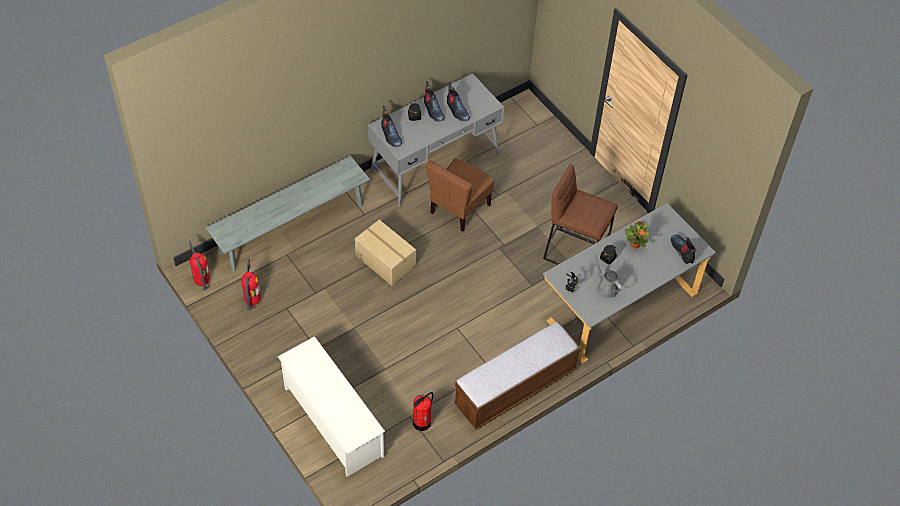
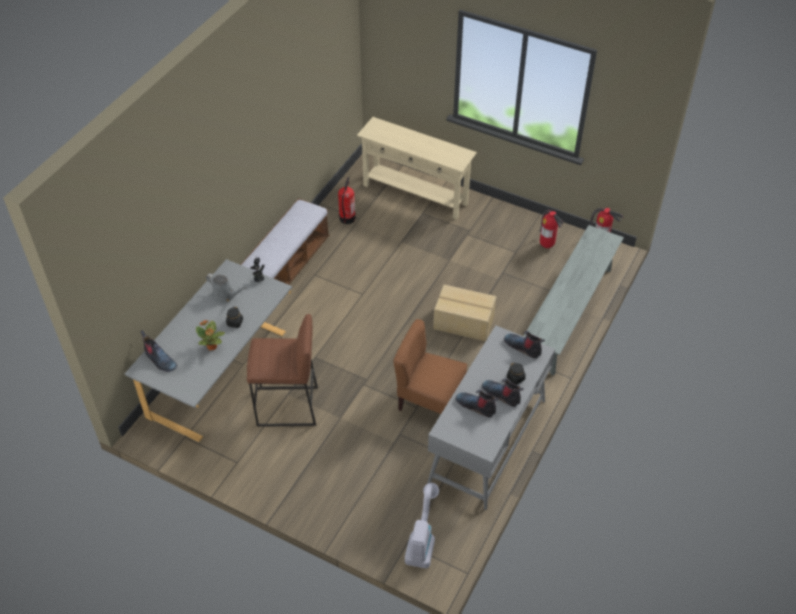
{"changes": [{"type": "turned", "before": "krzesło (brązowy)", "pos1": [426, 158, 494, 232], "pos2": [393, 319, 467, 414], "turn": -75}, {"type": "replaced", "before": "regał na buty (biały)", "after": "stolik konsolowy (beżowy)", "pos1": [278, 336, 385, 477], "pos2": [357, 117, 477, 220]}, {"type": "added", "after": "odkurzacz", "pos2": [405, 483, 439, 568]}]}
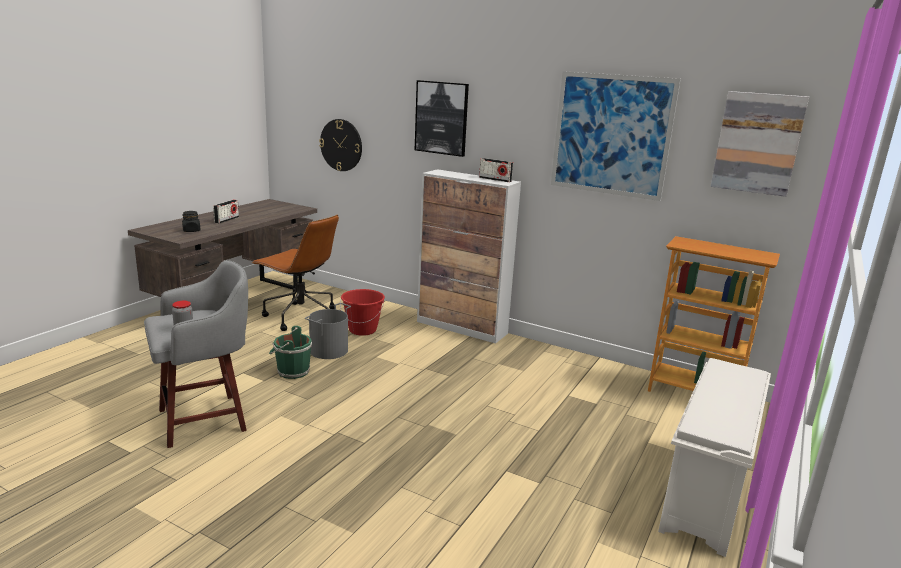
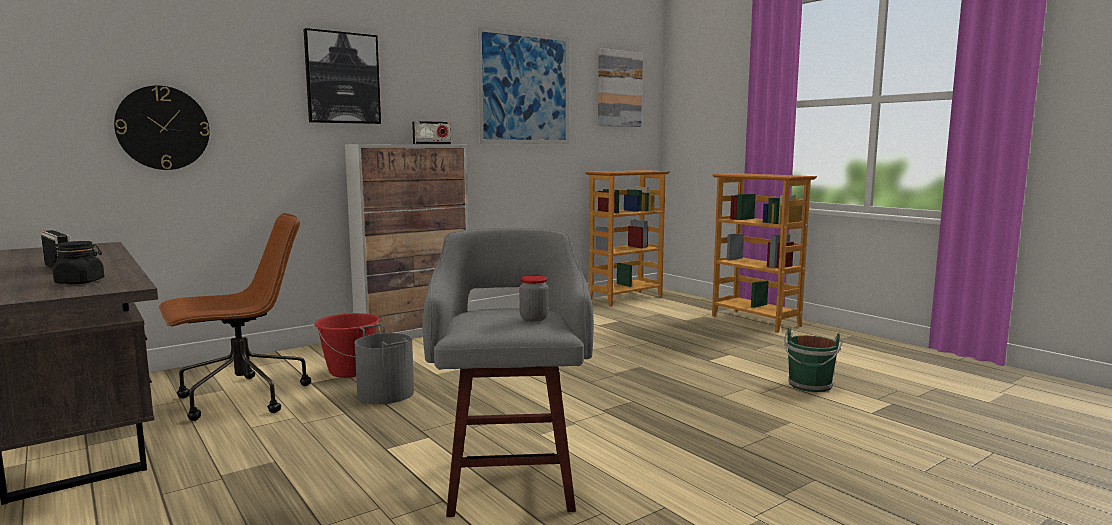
{"changes": [{"type": "moved", "before": "wiadro (zielony)", "pos1": [269, 326, 312, 379], "pos2": [784, 328, 843, 392]}, {"type": "replaced", "before": "regał na buty (biały)", "after": "regał", "pos1": [658, 358, 771, 557], "pos2": [712, 173, 817, 333]}]}
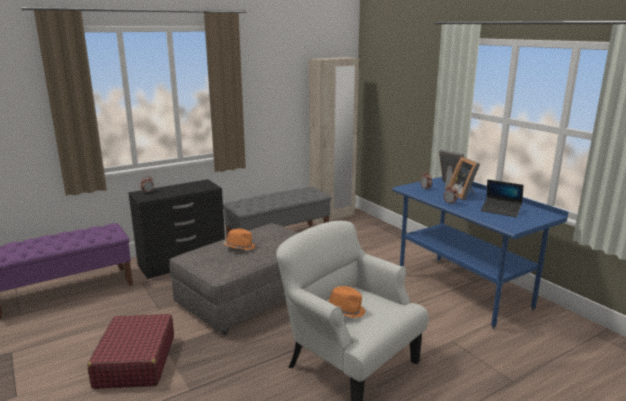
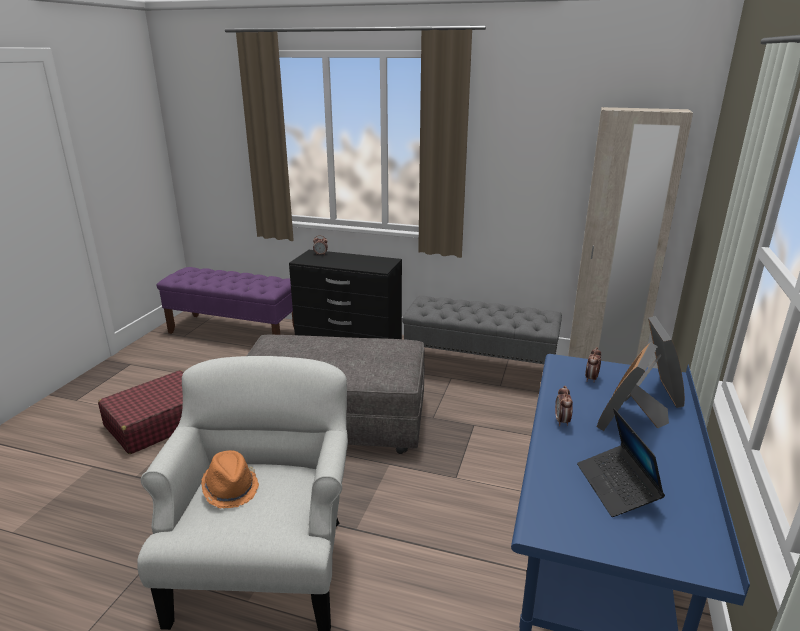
{"changes": [{"type": "removed", "before": "kapelusz (pomarańczowy)", "pos1": [224, 229, 255, 250]}]}
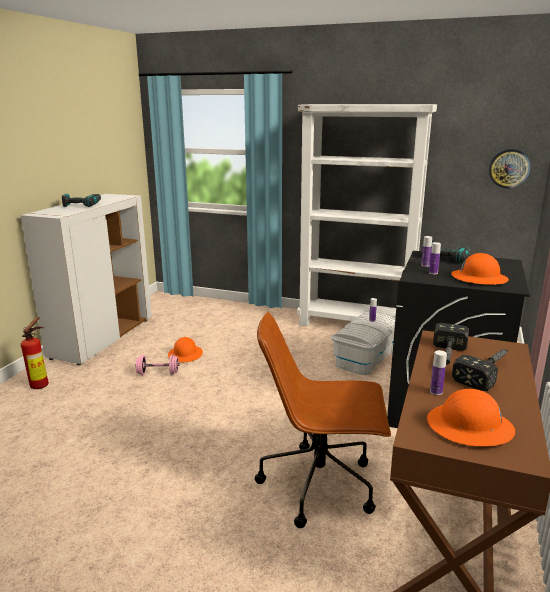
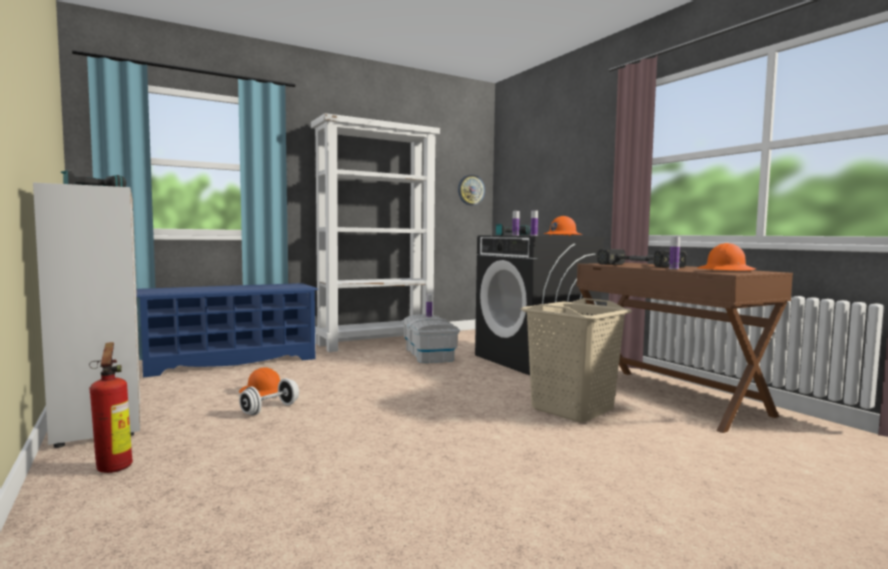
{"changes": [{"type": "replaced", "before": "krzesło biurowe (brązowy)", "after": "kosz na pranie (beżowy)", "pos1": [255, 312, 391, 528], "pos2": [521, 298, 632, 423]}, {"type": "recoloured", "before": "hantel (różowy)", "after": "hantel (biały)", "pos1": [135, 355, 180, 375], "pos2": [239, 378, 299, 415]}, {"type": "added", "after": "regał na buty (niebieski)", "pos2": [136, 283, 318, 377]}]}
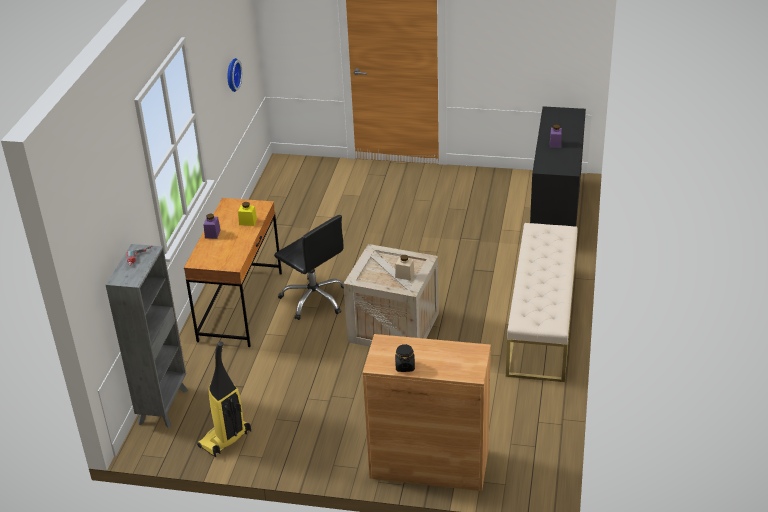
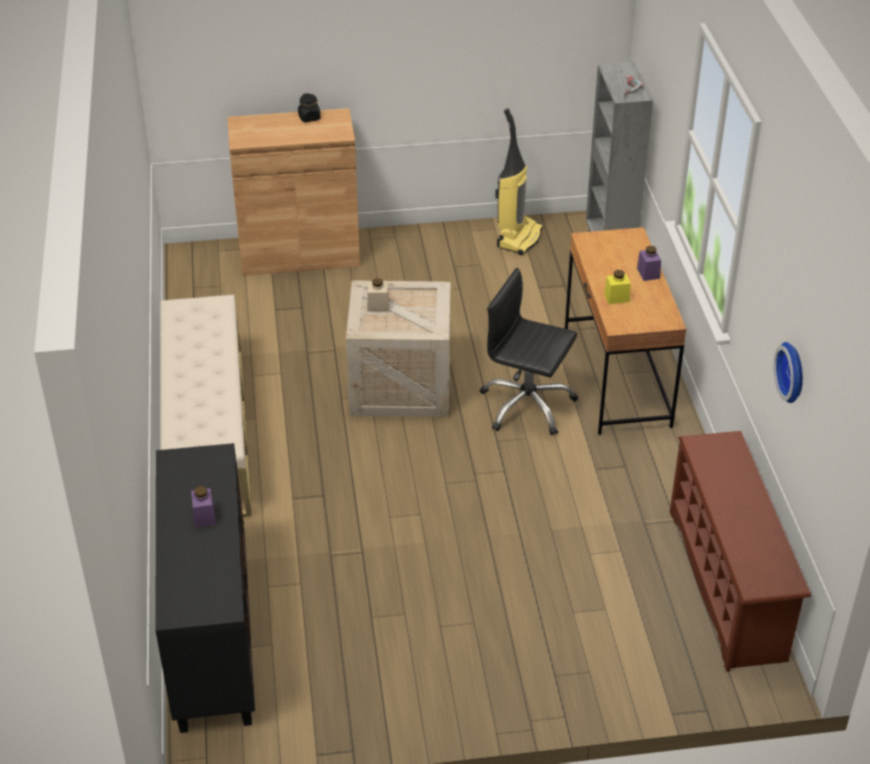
{"changes": [{"type": "added", "after": "regał na buty (brązowy)", "pos2": [670, 431, 811, 672]}]}
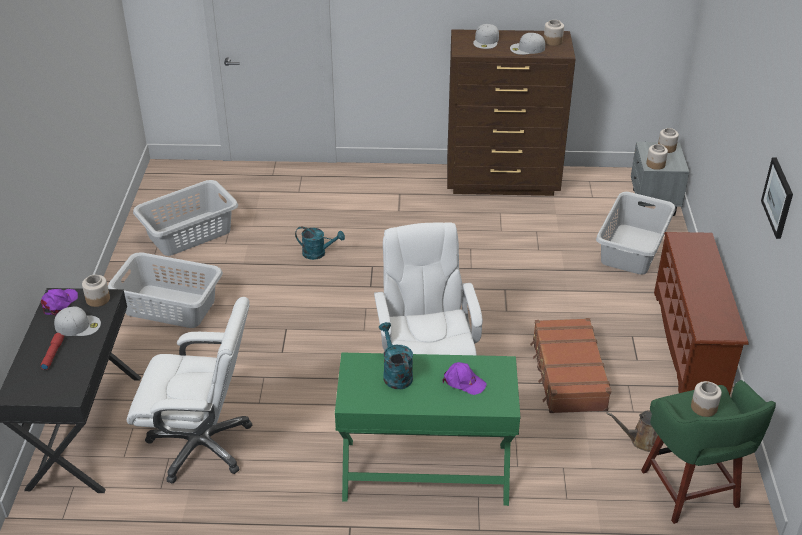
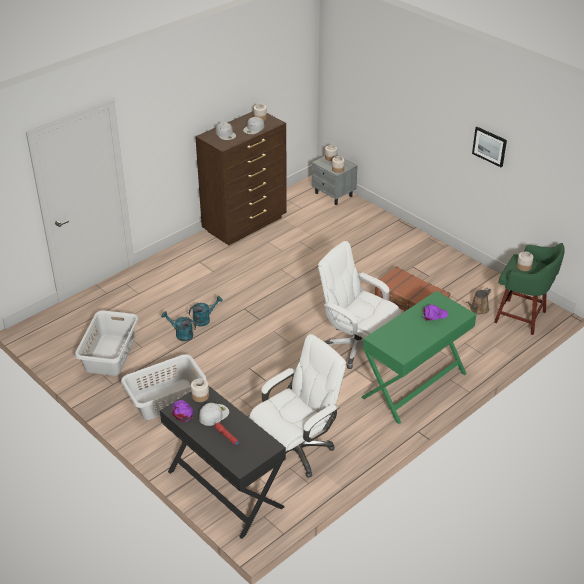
{"changes": [{"type": "removed", "before": "kosz na pranie (szary)", "pos1": [596, 192, 675, 275]}, {"type": "removed", "before": "regał na buty (brązowy)", "pos1": [654, 232, 749, 395]}, {"type": "moved", "before": "konewka (turkusowy)", "pos1": [379, 322, 413, 389], "pos2": [161, 311, 196, 341]}]}
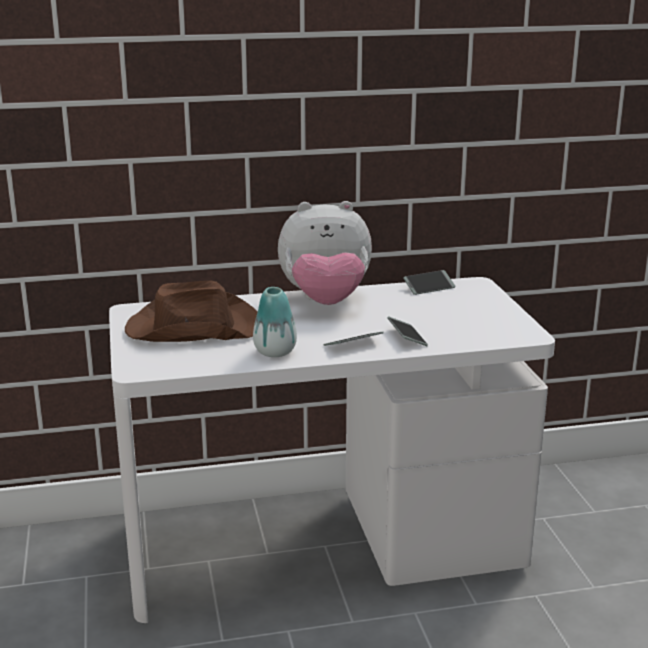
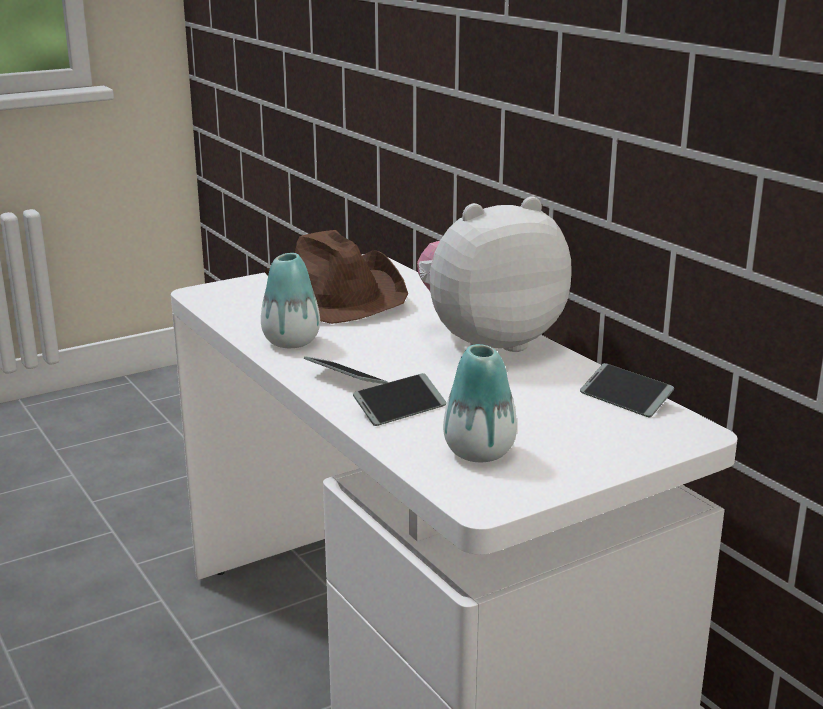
{"changes": [{"type": "turned", "before": "pluszak", "pos1": [278, 201, 372, 305], "pos2": [417, 196, 572, 352], "turn": 90}, {"type": "added", "after": "wazon", "pos2": [443, 344, 517, 462]}]}
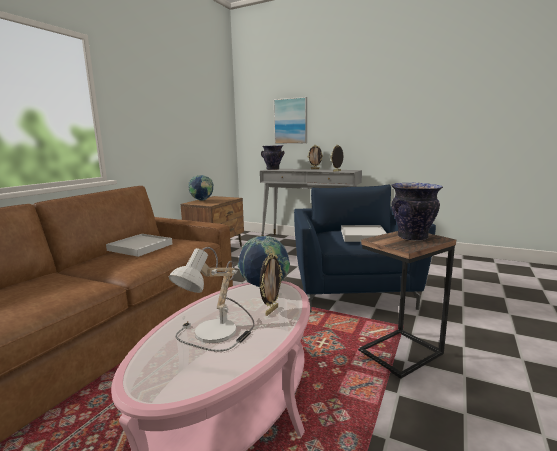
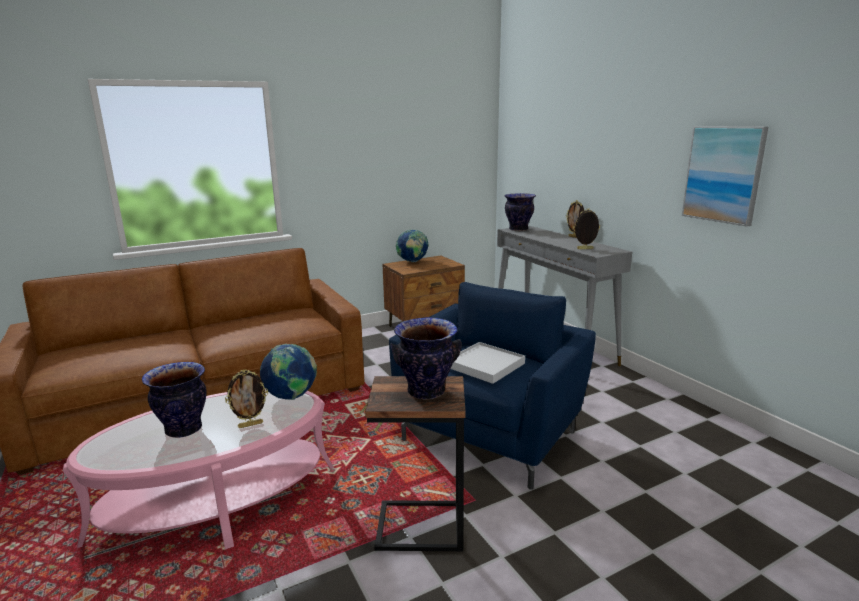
{"changes": [{"type": "moved", "before": "obraz", "pos1": [274, 97, 307, 144], "pos2": [682, 126, 768, 227]}, {"type": "removed", "before": "taca (biały)", "pos1": [106, 234, 172, 257]}, {"type": "replaced", "before": "lampa stołowa", "after": "wazon", "pos1": [169, 247, 255, 352], "pos2": [142, 362, 206, 438]}]}
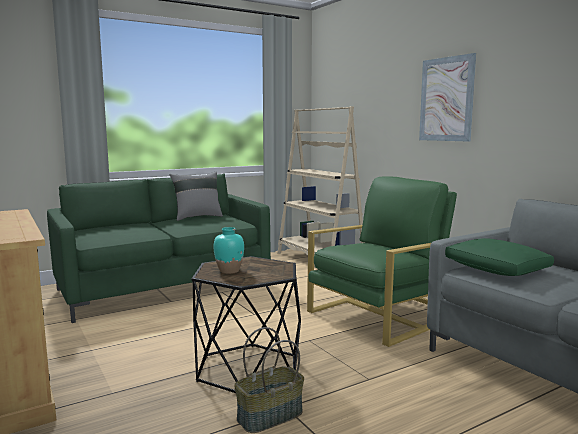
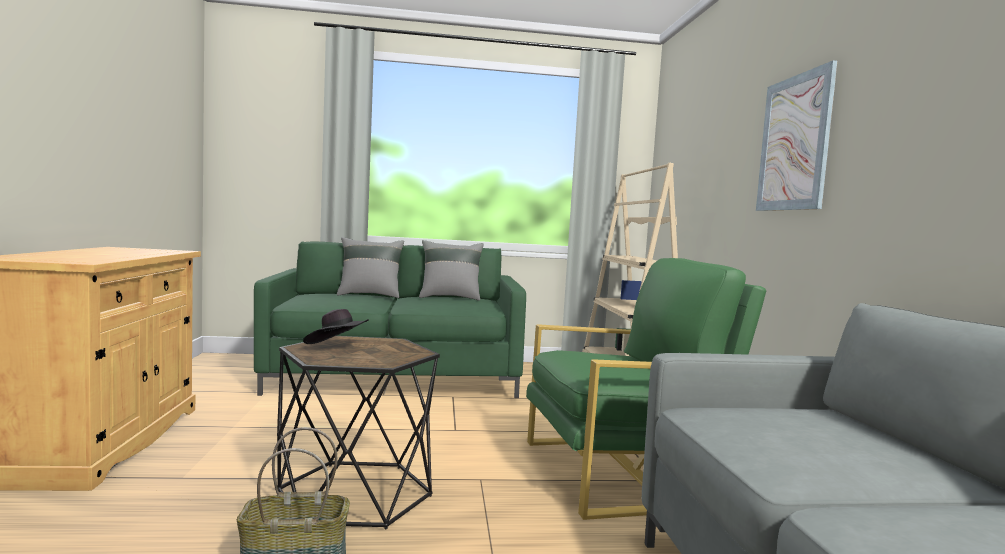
{"changes": [{"type": "replaced", "before": "wazon (turkusowy)", "after": "kapelusz (czarny)", "pos1": [213, 227, 244, 274], "pos2": [303, 309, 368, 344]}, {"type": "removed", "before": "poduszka (zielony)", "pos1": [445, 238, 554, 276]}, {"type": "added", "after": "poduszka (szary)", "pos2": [337, 237, 404, 298]}]}
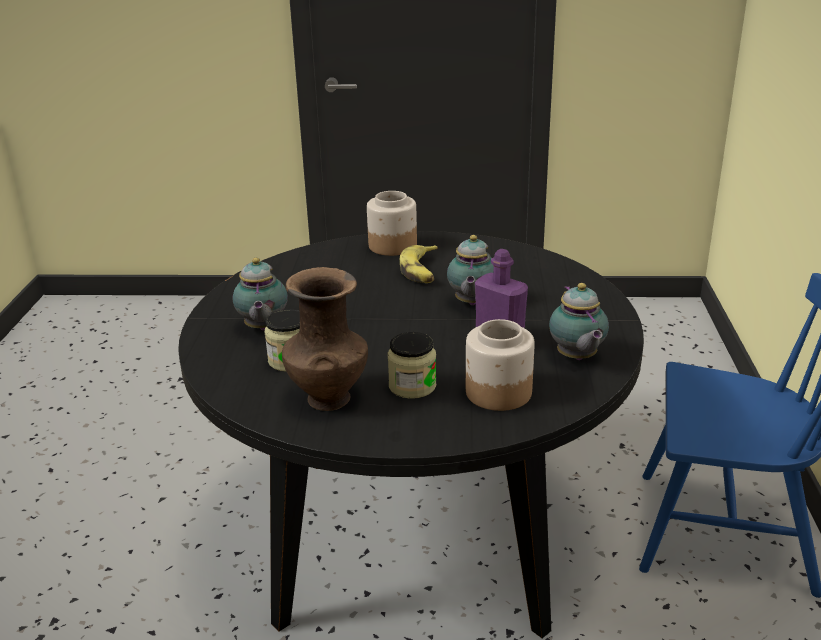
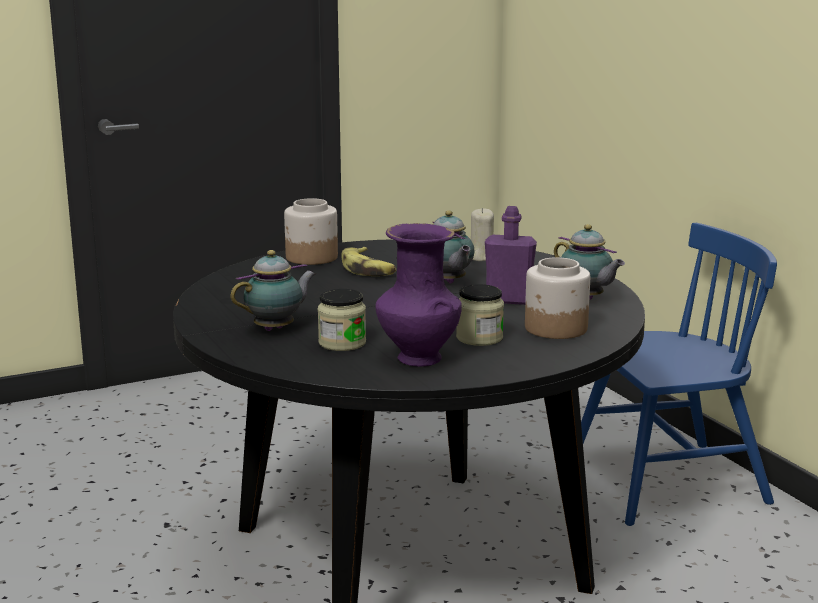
{"changes": [{"type": "turned", "before": "imbryk", "pos1": [233, 258, 288, 330], "pos2": [231, 250, 316, 331], "turn": -90}, {"type": "recoloured", "before": "wazon (brązowy)", "after": "wazon (fioletowy)", "pos1": [282, 267, 368, 411], "pos2": [375, 223, 462, 367]}, {"type": "added", "after": "świeca (beżowy)", "pos2": [471, 208, 494, 261]}]}
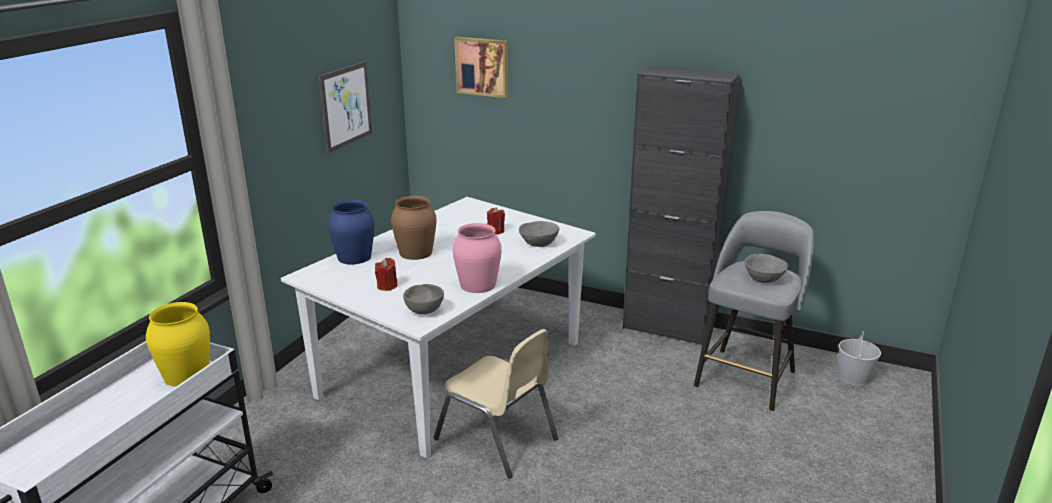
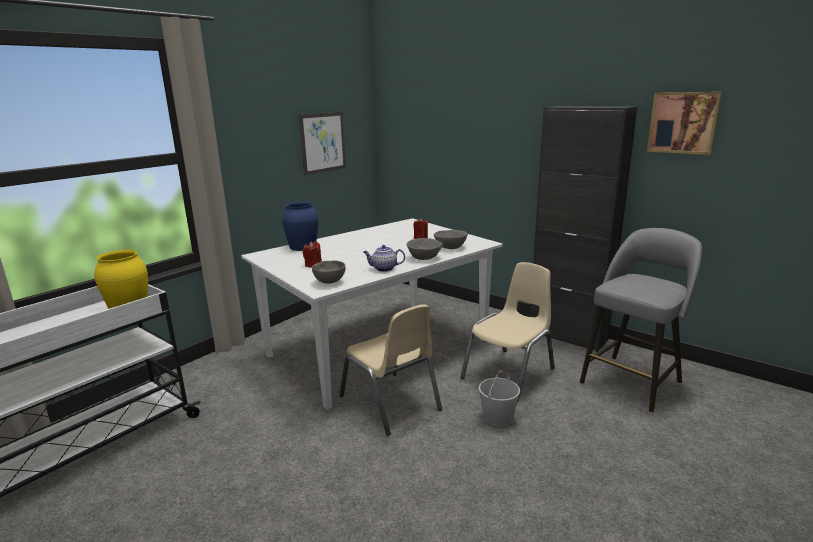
{"changes": [{"type": "moved", "before": "obraz", "pos1": [454, 37, 508, 98], "pos2": [647, 92, 722, 155]}, {"type": "removed", "before": "wazon (brązowy)", "pos1": [391, 196, 436, 260]}, {"type": "replaced", "before": "wazon (różowy)", "after": "imbryk", "pos1": [453, 223, 502, 293], "pos2": [363, 245, 405, 272]}, {"type": "moved", "before": "miska (szary)", "pos1": [745, 254, 788, 283], "pos2": [407, 238, 443, 260]}, {"type": "moved", "before": "wiadro (biały)", "pos1": [838, 331, 881, 385], "pos2": [479, 370, 520, 427]}, {"type": "added", "after": "krzesło (beżowy)", "pos2": [461, 262, 555, 402]}]}
